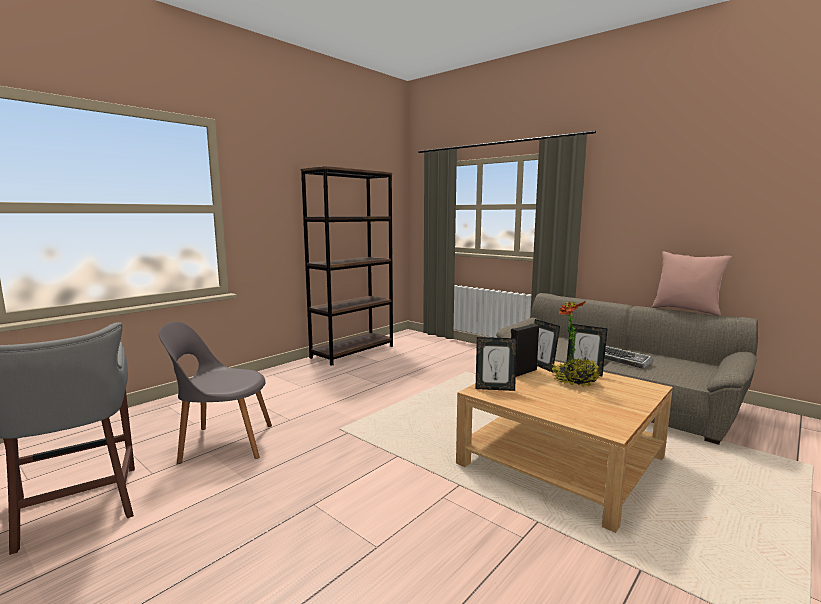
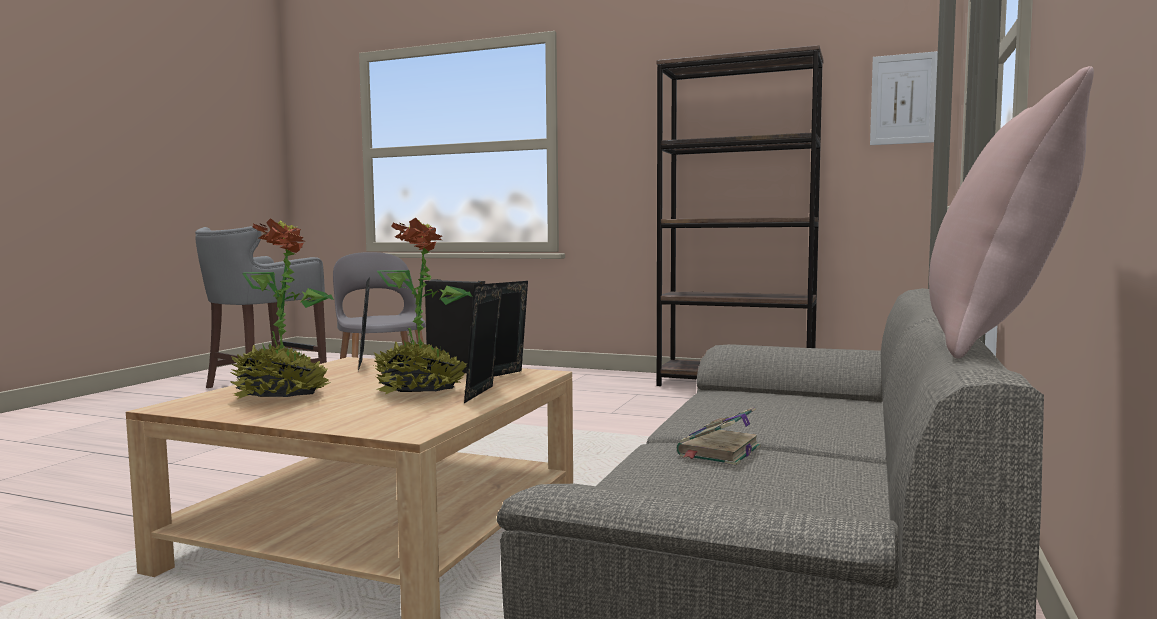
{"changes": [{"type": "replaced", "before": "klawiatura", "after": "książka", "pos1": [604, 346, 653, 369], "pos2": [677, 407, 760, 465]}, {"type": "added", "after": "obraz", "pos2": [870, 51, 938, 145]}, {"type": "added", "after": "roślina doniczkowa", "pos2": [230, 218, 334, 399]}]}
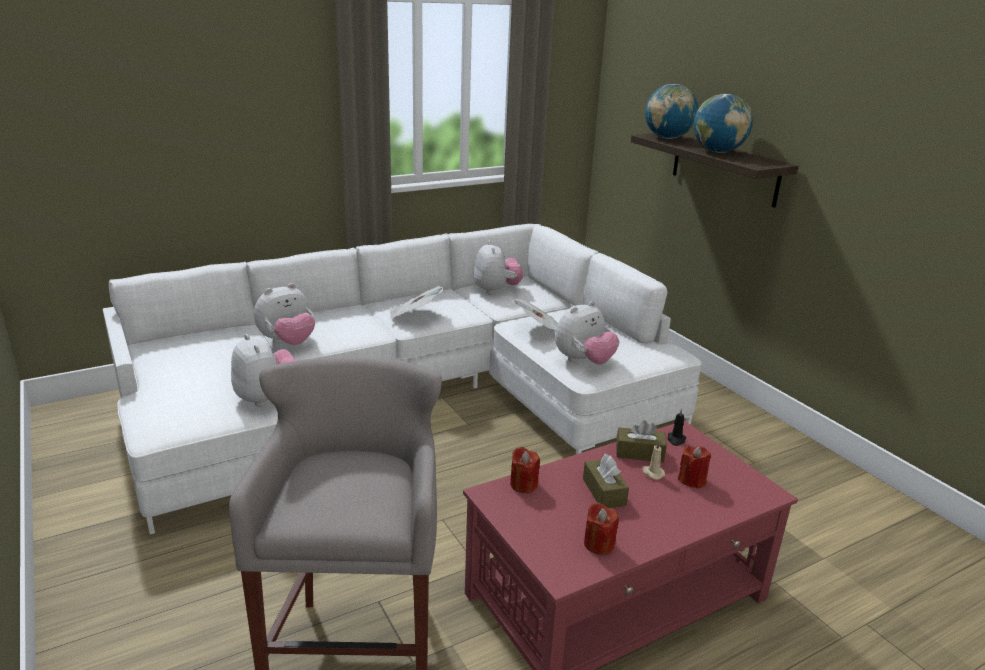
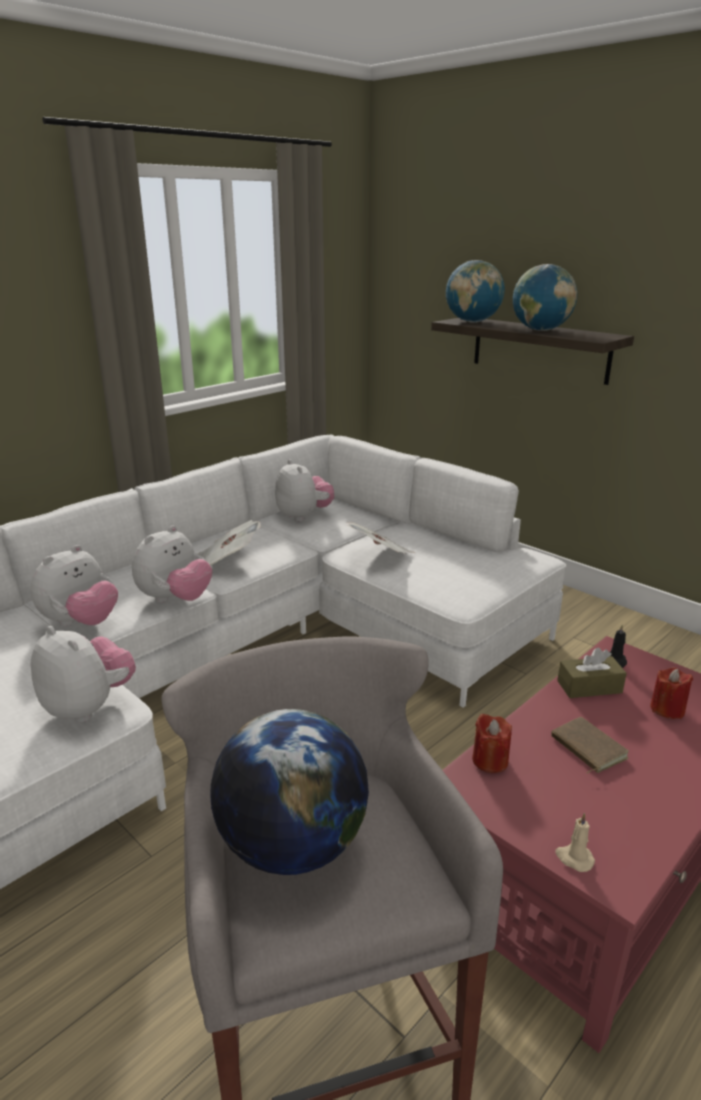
{"changes": [{"type": "moved", "before": "pluszak", "pos1": [555, 301, 619, 364], "pos2": [132, 525, 212, 603]}, {"type": "moved", "before": "świeca (beżowy)", "pos1": [642, 441, 665, 480], "pos2": [555, 813, 595, 872]}, {"type": "replaced", "before": "pudełko chusteczek (brązowy)", "after": "książka (brązowy)", "pos1": [583, 454, 629, 508], "pos2": [552, 717, 629, 774]}, {"type": "removed", "before": "świeca (czerwony)", "pos1": [584, 502, 619, 555]}, {"type": "added", "after": "globus", "pos2": [210, 709, 369, 875]}]}
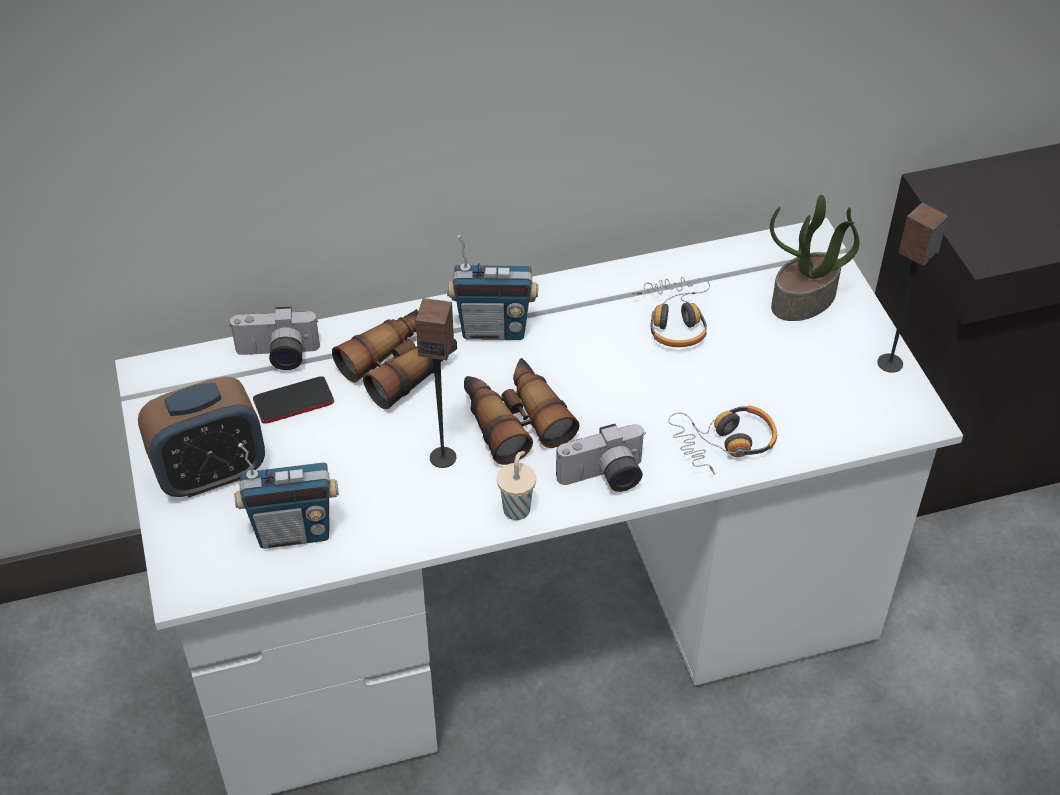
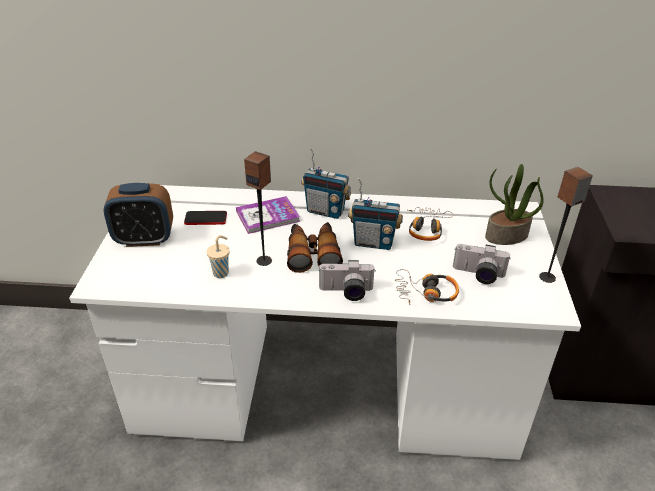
{"changes": [{"type": "moved", "before": "aparat fotograficzny", "pos1": [229, 307, 320, 370], "pos2": [453, 244, 511, 284]}, {"type": "replaced", "before": "lornetka", "after": "książka", "pos1": [332, 309, 457, 410], "pos2": [236, 196, 300, 234]}, {"type": "moved", "before": "radio", "pos1": [234, 443, 339, 549], "pos2": [348, 178, 403, 250]}, {"type": "moved", "before": "filiżanka (beżowy)", "pos1": [497, 451, 536, 520], "pos2": [207, 235, 230, 278]}]}
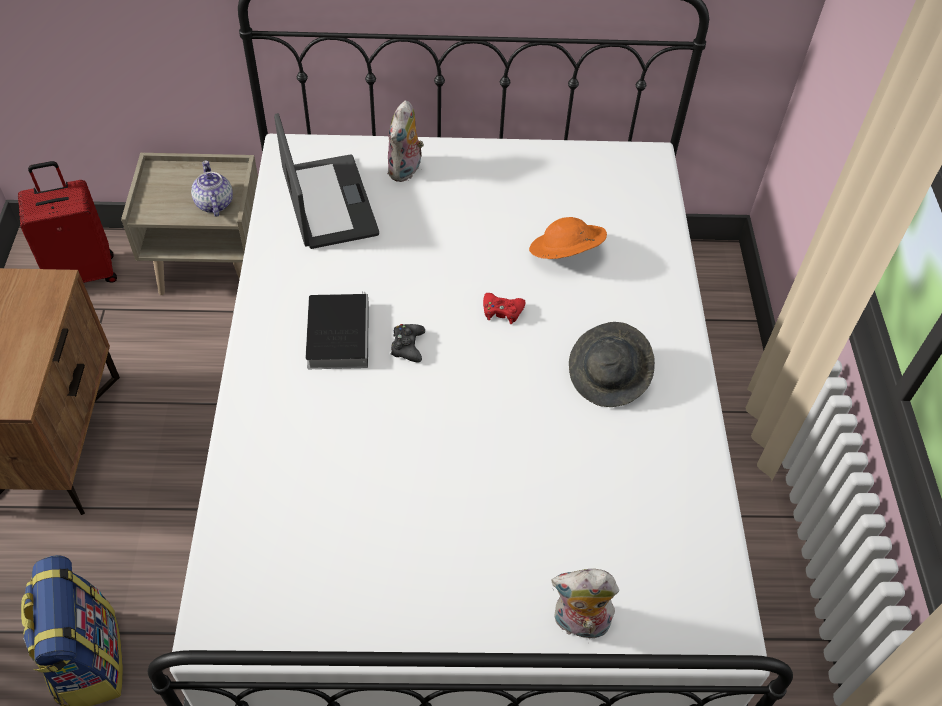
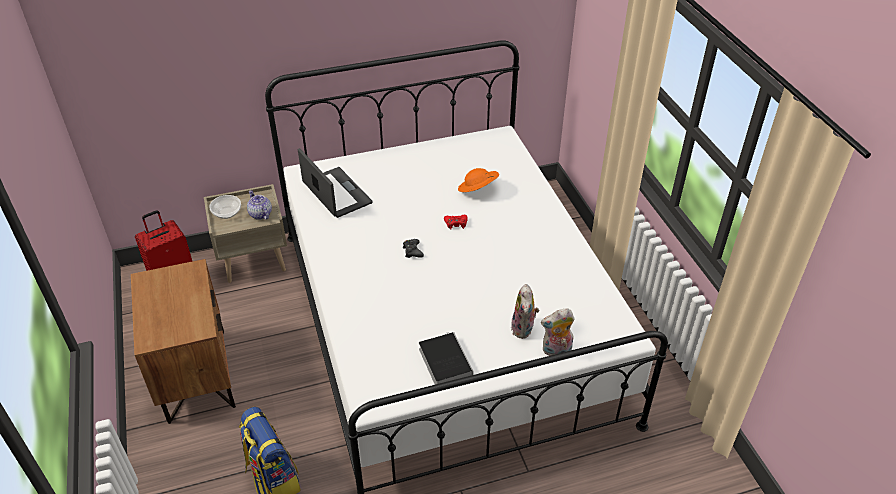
{"changes": [{"type": "moved", "before": "pluszak", "pos1": [387, 101, 424, 182], "pos2": [511, 284, 539, 339]}, {"type": "moved", "before": "książka", "pos1": [305, 291, 369, 369], "pos2": [419, 332, 473, 385]}, {"type": "removed", "before": "kapelusz (szary)", "pos1": [569, 322, 655, 407]}, {"type": "added", "after": "miska", "pos2": [209, 195, 241, 219]}]}
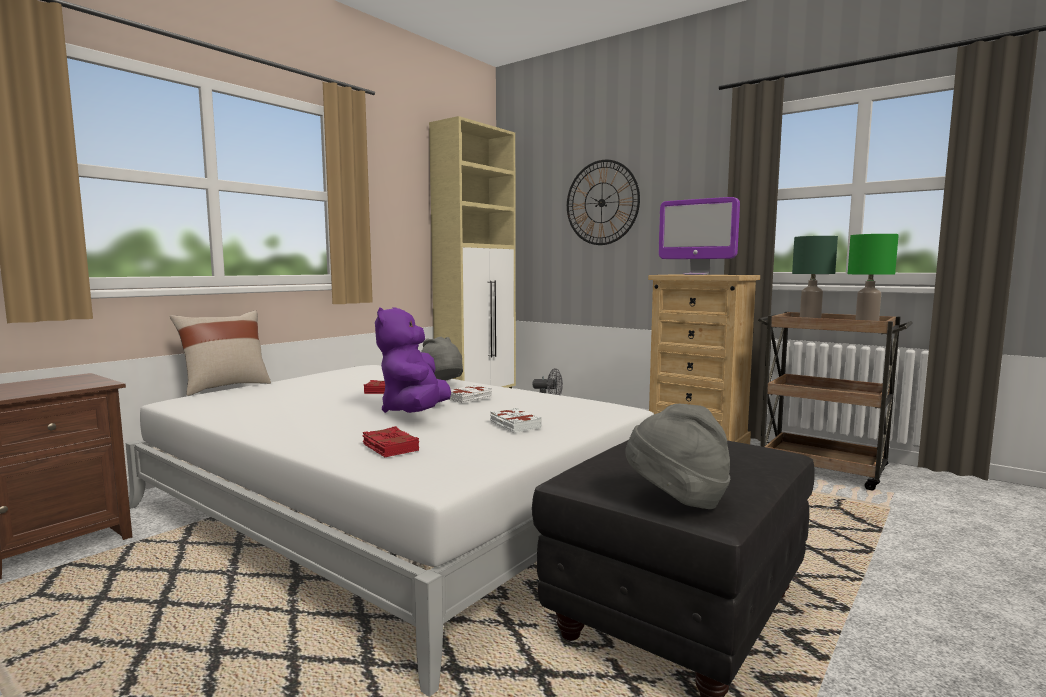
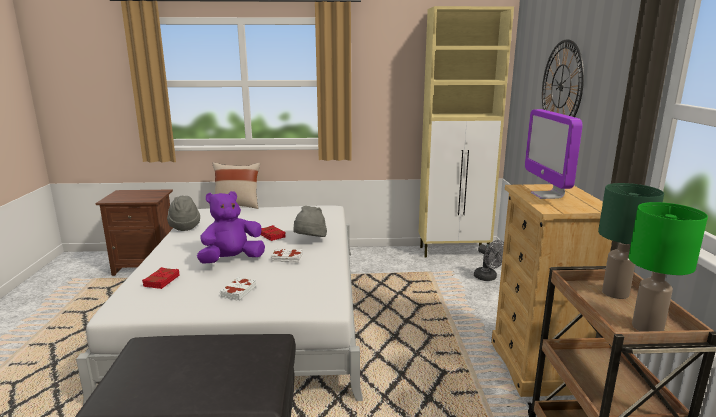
{"changes": [{"type": "moved", "before": "kapelusz (szary)", "pos1": [625, 404, 730, 509], "pos2": [167, 196, 200, 231]}]}
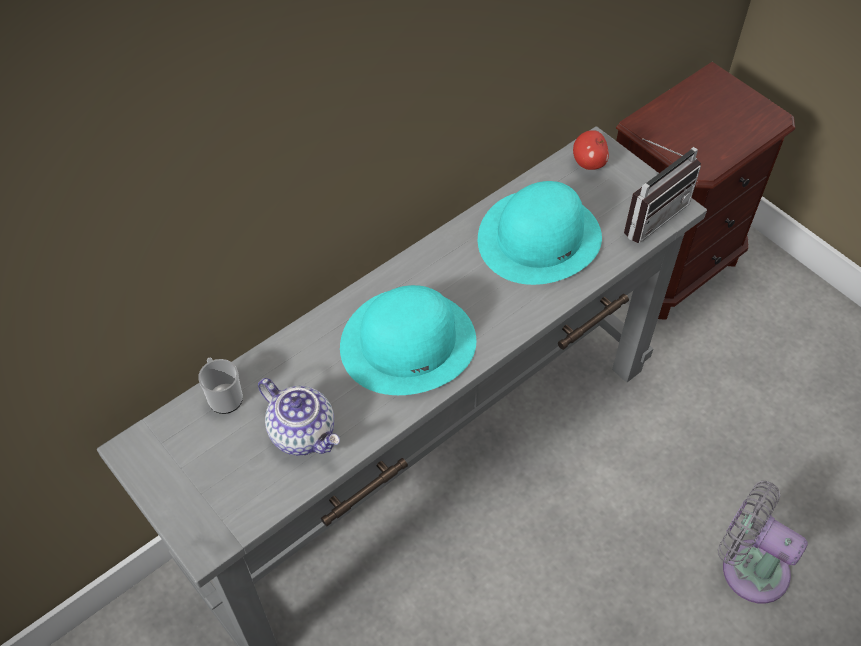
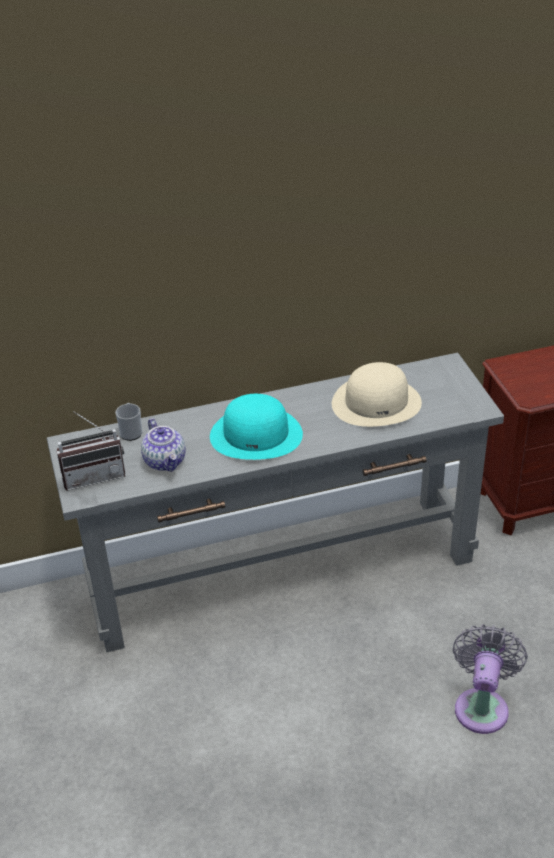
{"changes": [{"type": "removed", "before": "jabłko", "pos1": [573, 130, 609, 170]}, {"type": "moved", "before": "radio", "pos1": [624, 138, 701, 243], "pos2": [57, 411, 125, 491]}, {"type": "recoloured", "before": "kapelusz (turkusowy)", "after": "kapelusz (beżowy)", "pos1": [478, 181, 602, 285], "pos2": [332, 362, 422, 427]}, {"type": "turned", "before": "wentylator (szary)", "pos1": [718, 481, 808, 604], "pos2": [453, 624, 528, 734], "turn": 45}]}
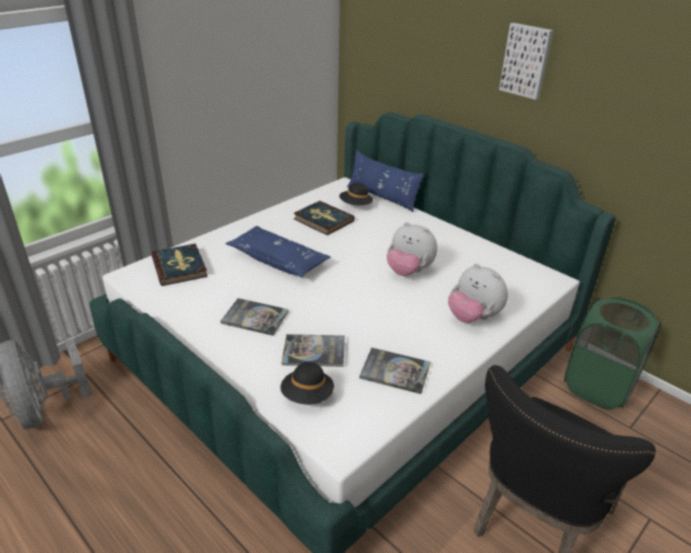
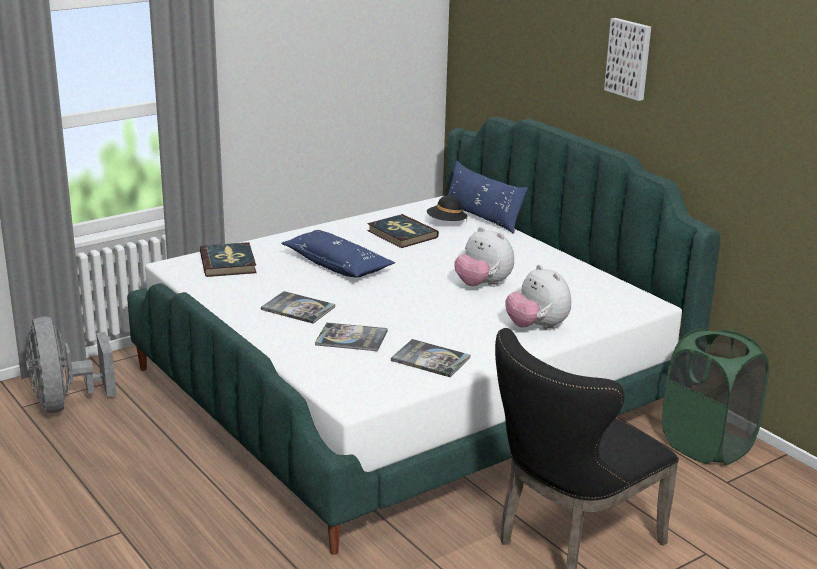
{"changes": [{"type": "removed", "before": "kapelusz (czarny)", "pos1": [280, 362, 334, 405]}]}
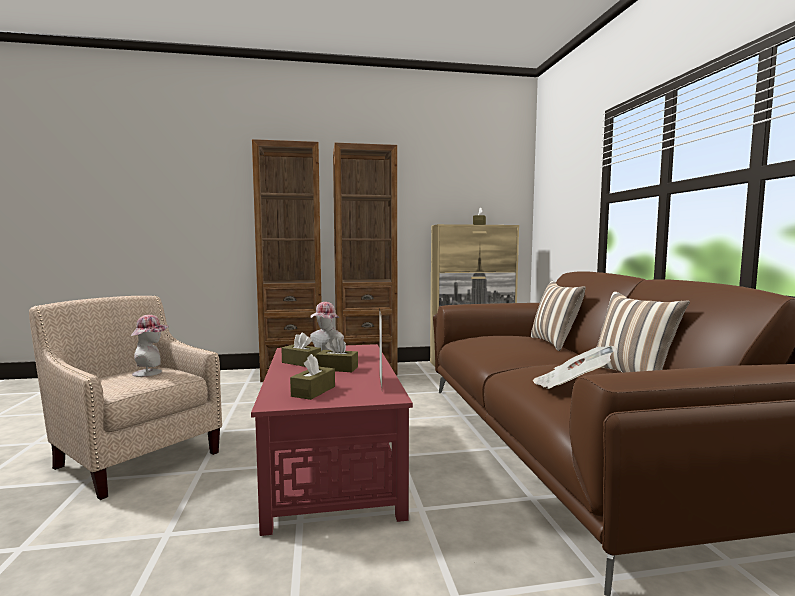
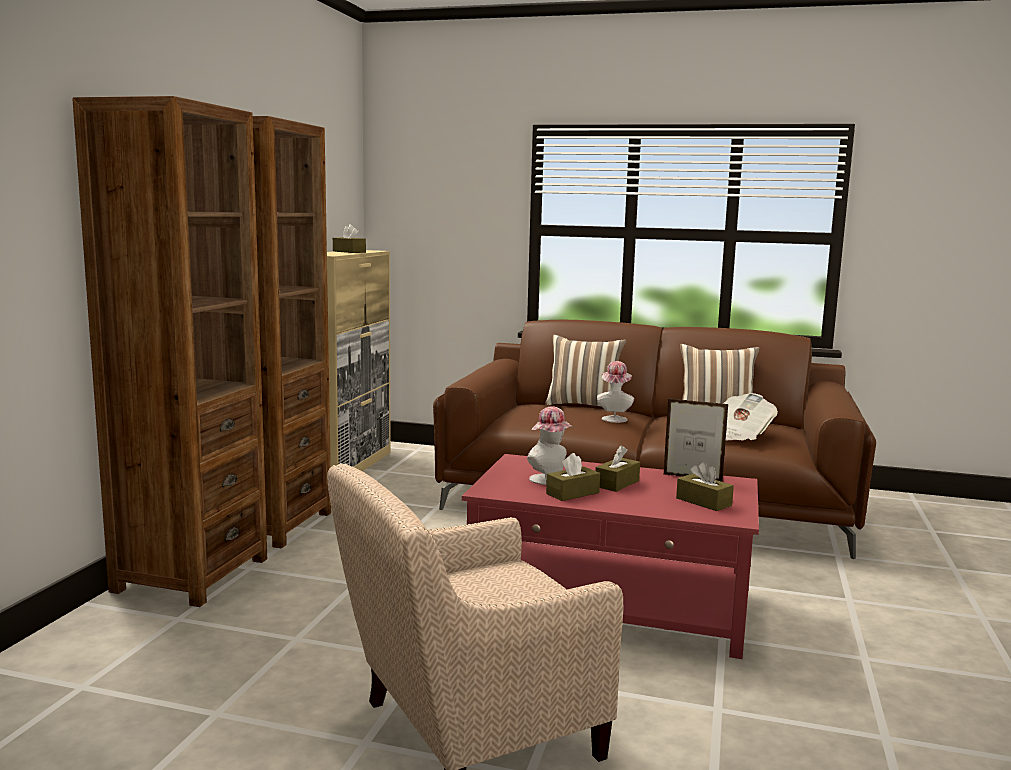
{"changes": [{"type": "moved", "before": "kapelusz", "pos1": [131, 315, 169, 377], "pos2": [597, 361, 634, 423]}]}
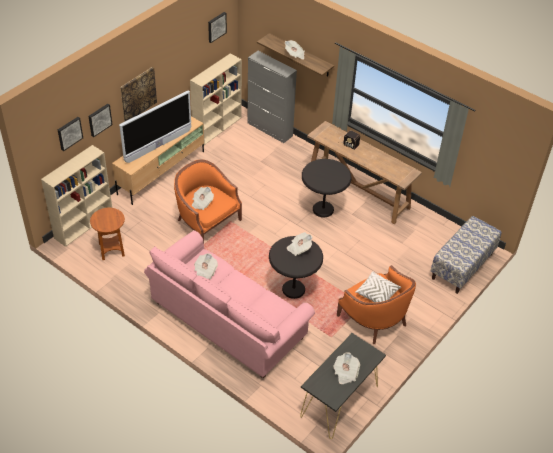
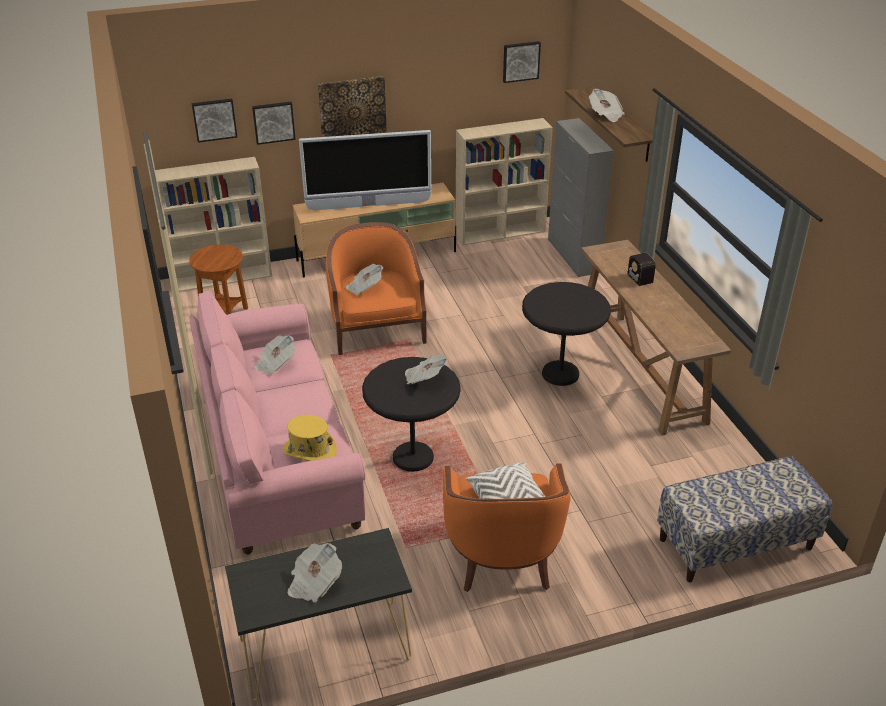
{"changes": [{"type": "added", "after": "kapelusz (żółty)", "pos2": [283, 415, 337, 461]}]}
